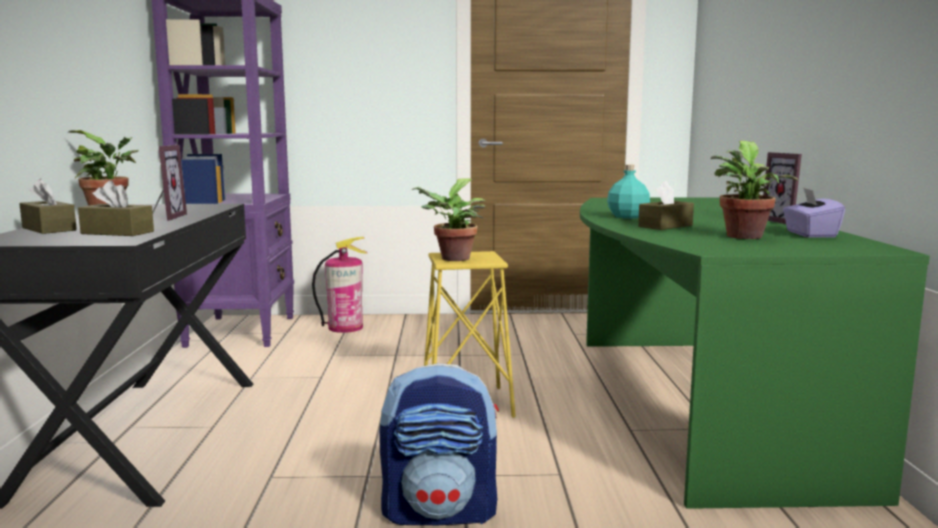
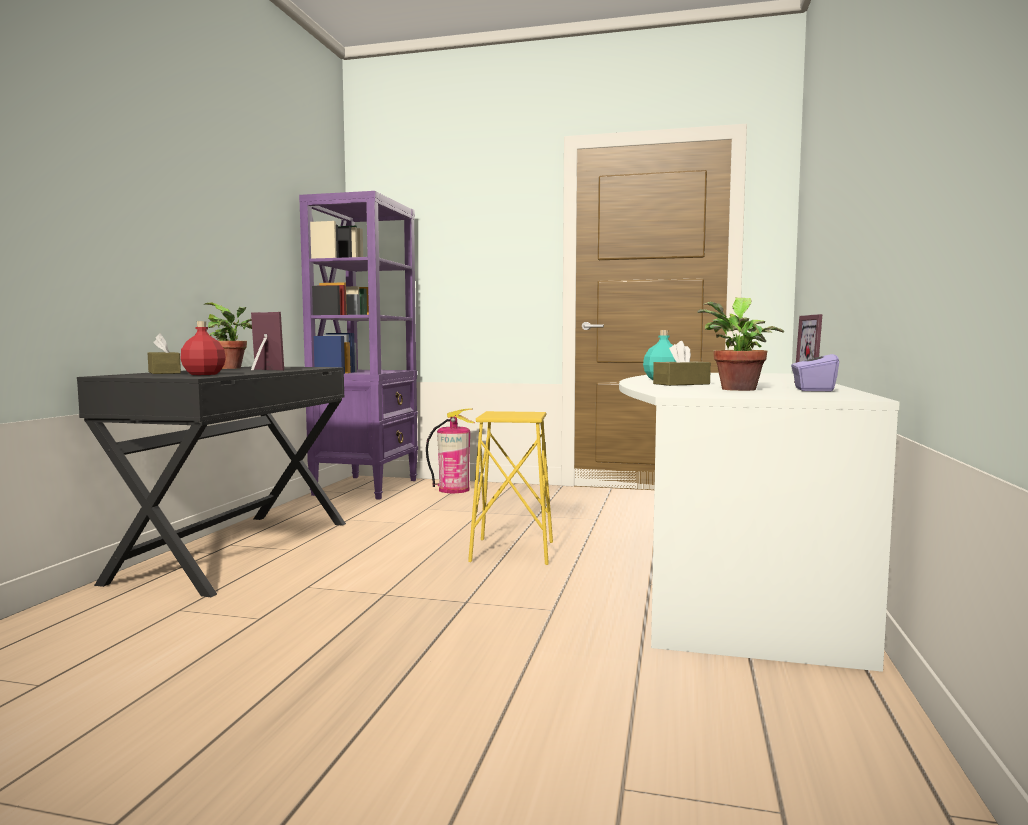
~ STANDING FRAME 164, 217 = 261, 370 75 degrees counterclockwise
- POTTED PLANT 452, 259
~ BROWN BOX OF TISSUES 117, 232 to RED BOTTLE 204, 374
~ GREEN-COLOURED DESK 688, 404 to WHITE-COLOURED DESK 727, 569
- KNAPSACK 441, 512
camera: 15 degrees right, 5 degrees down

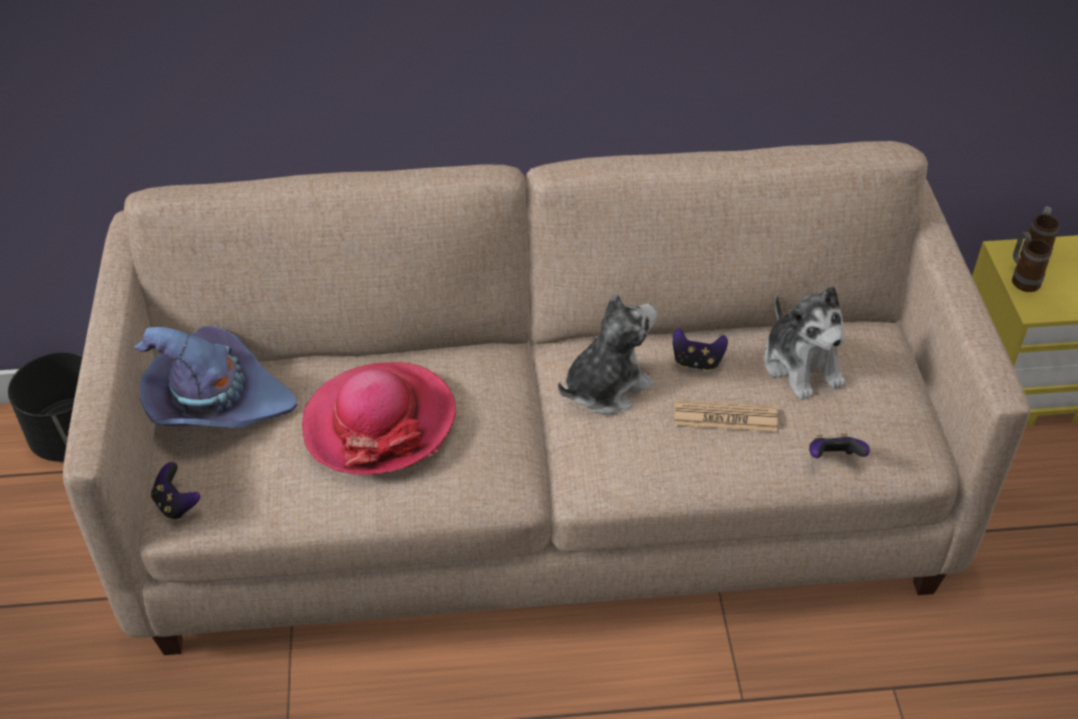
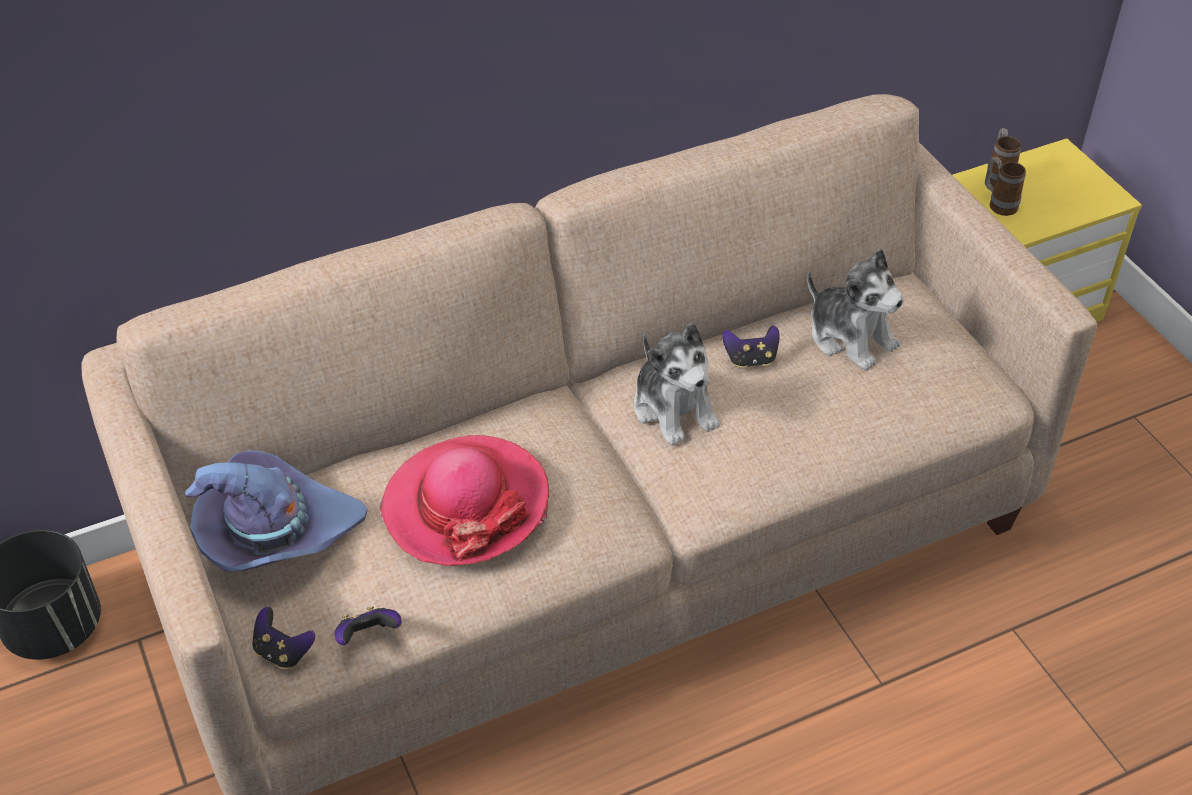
~ CUDDLY TOY 605, 388 = 674, 408 120 degrees clockwise
- NEWSPAPER 725, 417
~ GAMEPAD 833, 459 to 368, 636
camera: 20 degrees left, 0 degrees up

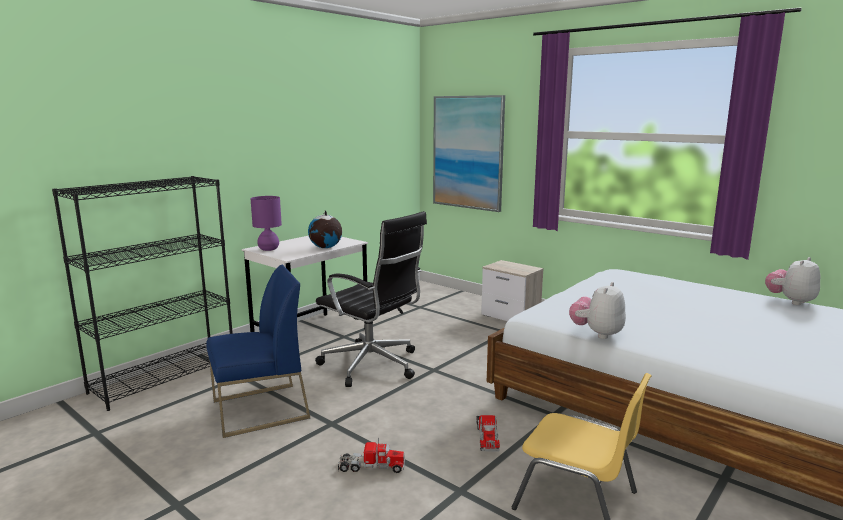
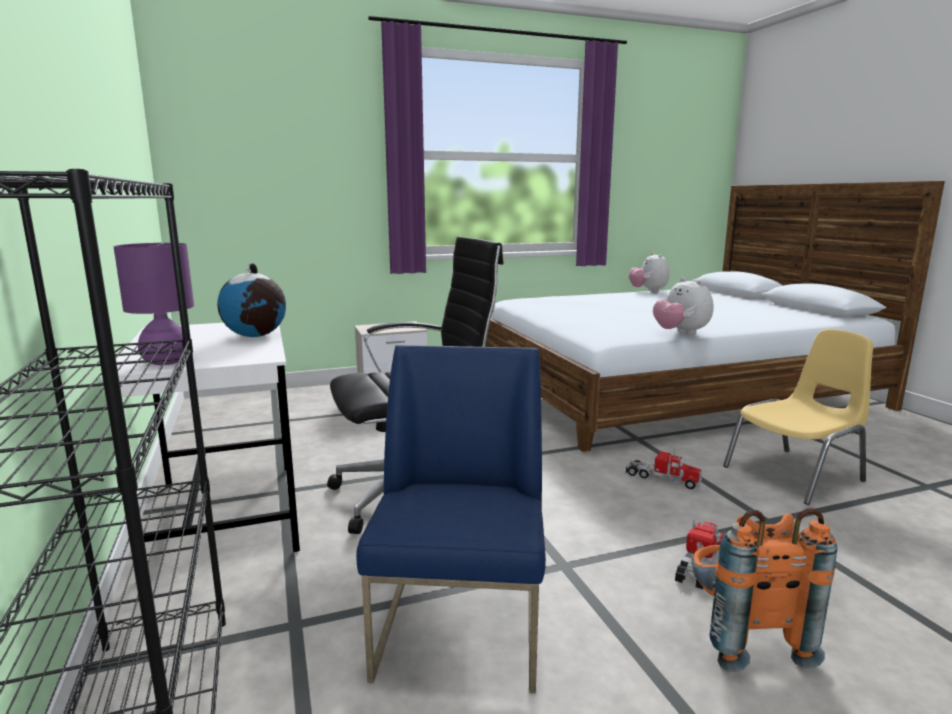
- WALL ART 468, 152
+ ORANGE-COLOURED KNAPSACK 742, 635
camera: 60 degrees left, 0 degrees up

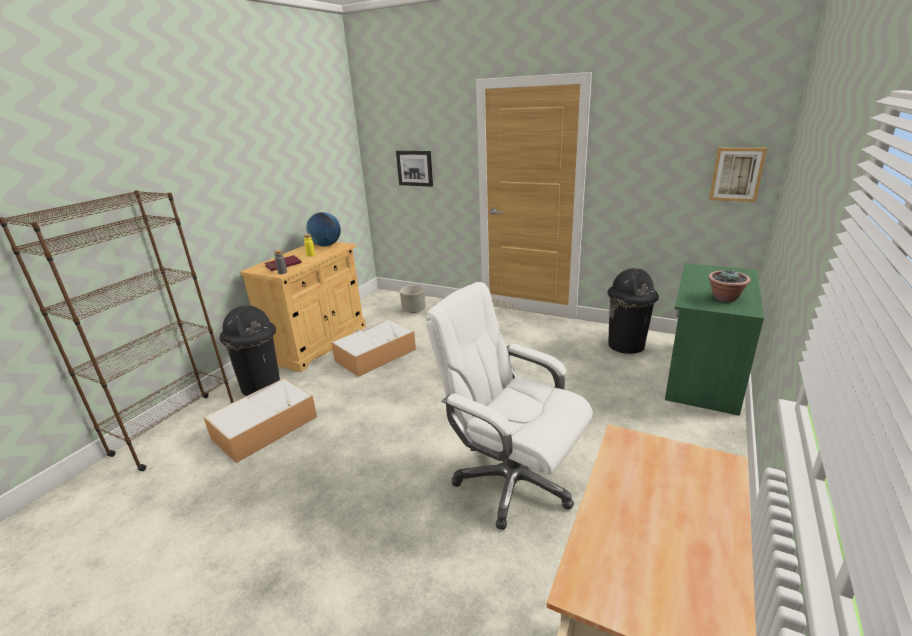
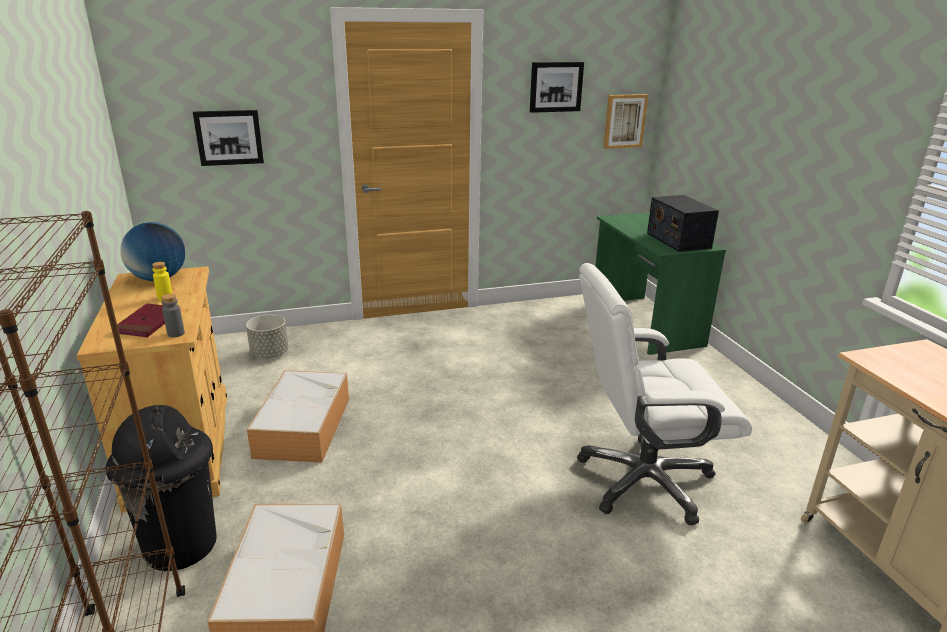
- BLACKISH RUBBISH BIN 626, 345
~ POTTED PLANT 725, 298 to RADIO SET 678, 240
+ WALL ART 555, 87
camera: 45 degrees left, 0 degrees up

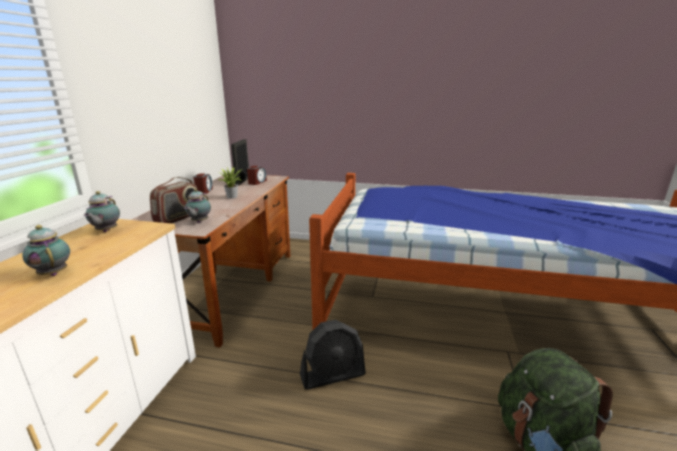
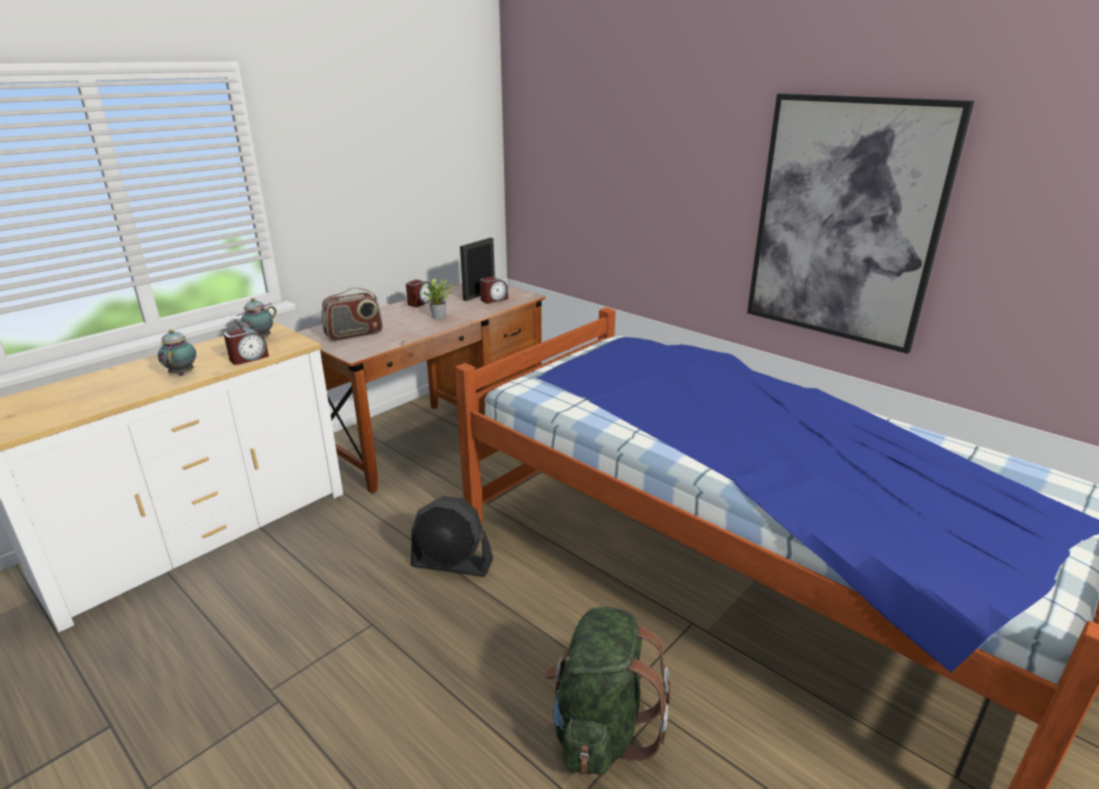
- TEAPOT 199, 222
+ WALL ART 845, 222
+ BEDSIDE CLOCK 248, 358
camera: 30 degrees right, 5 degrees up

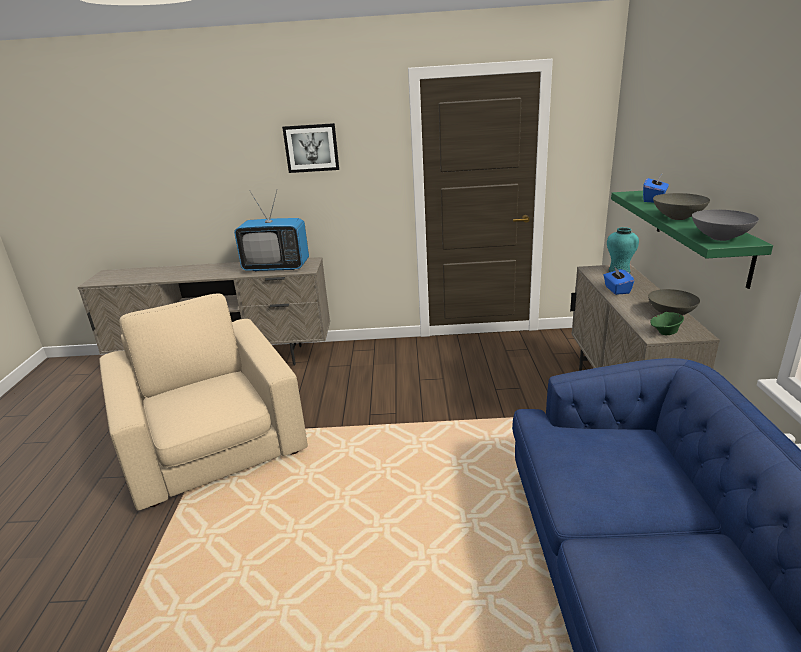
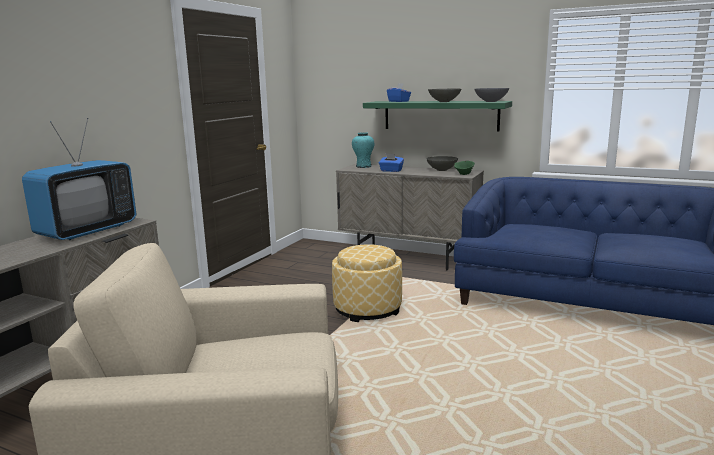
- WALL ART 311, 148
+ POUFFE 367, 309
camera: 65 degrees left, 10 degrees down

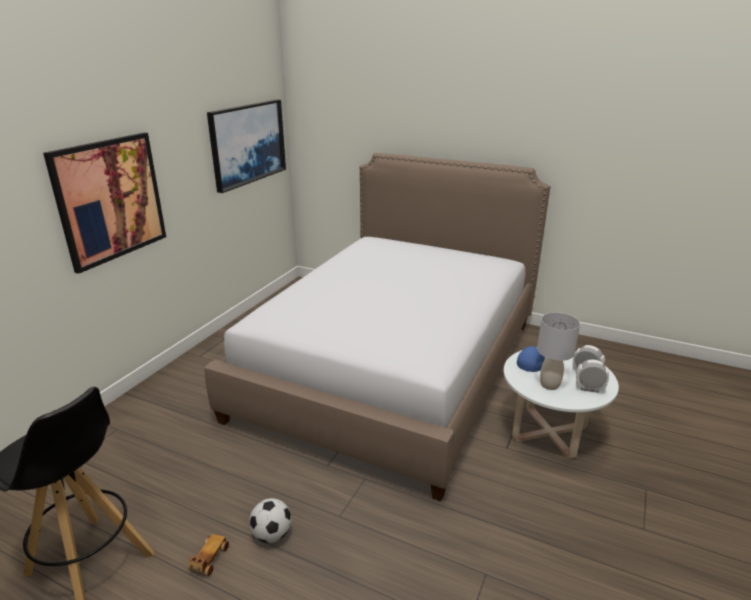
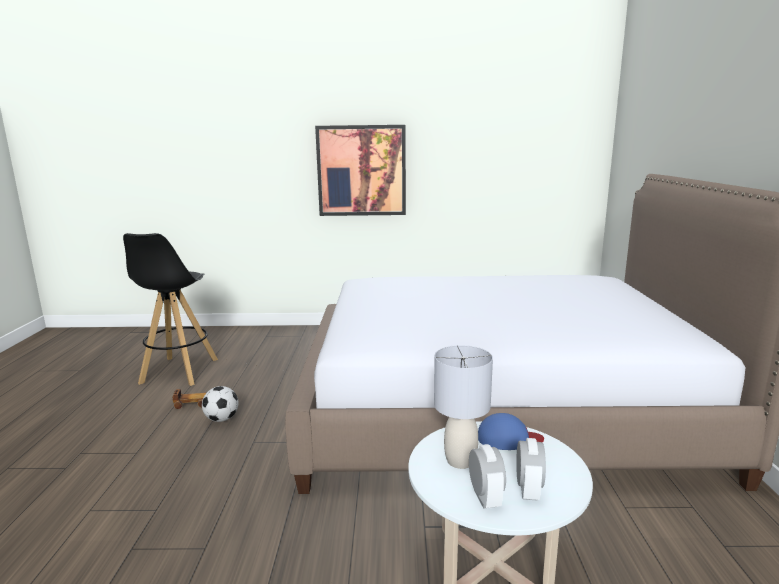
- WALL ART 247, 143
camera: 65 degrees right, 10 degrees down

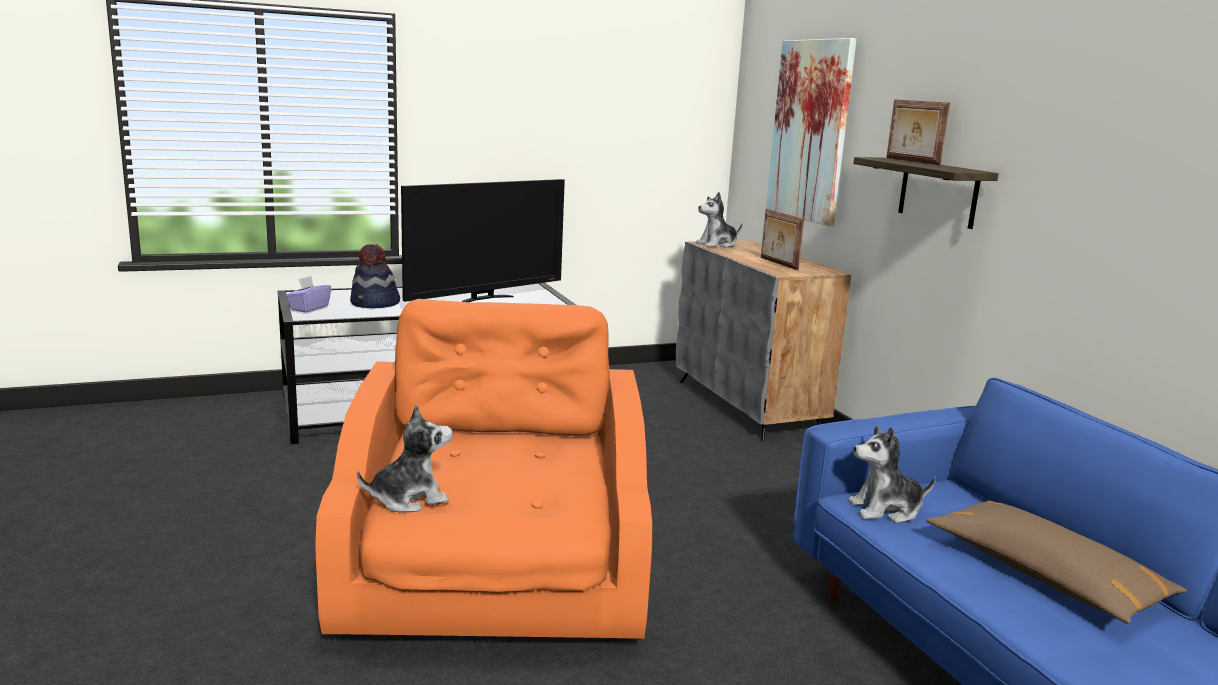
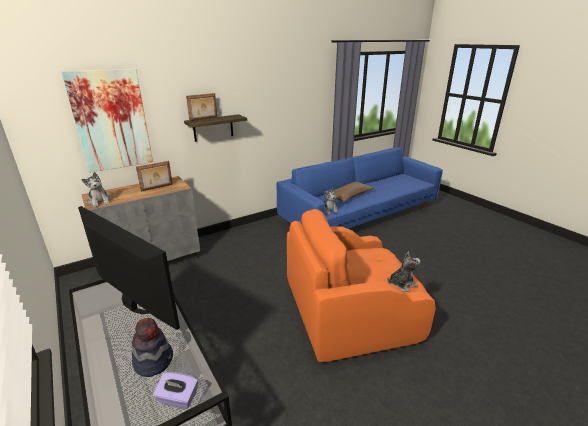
~ CUDDLY TOY 409, 499 = 401, 284 105 degrees clockwise
camera: 100 degrees left, 10 degrees up

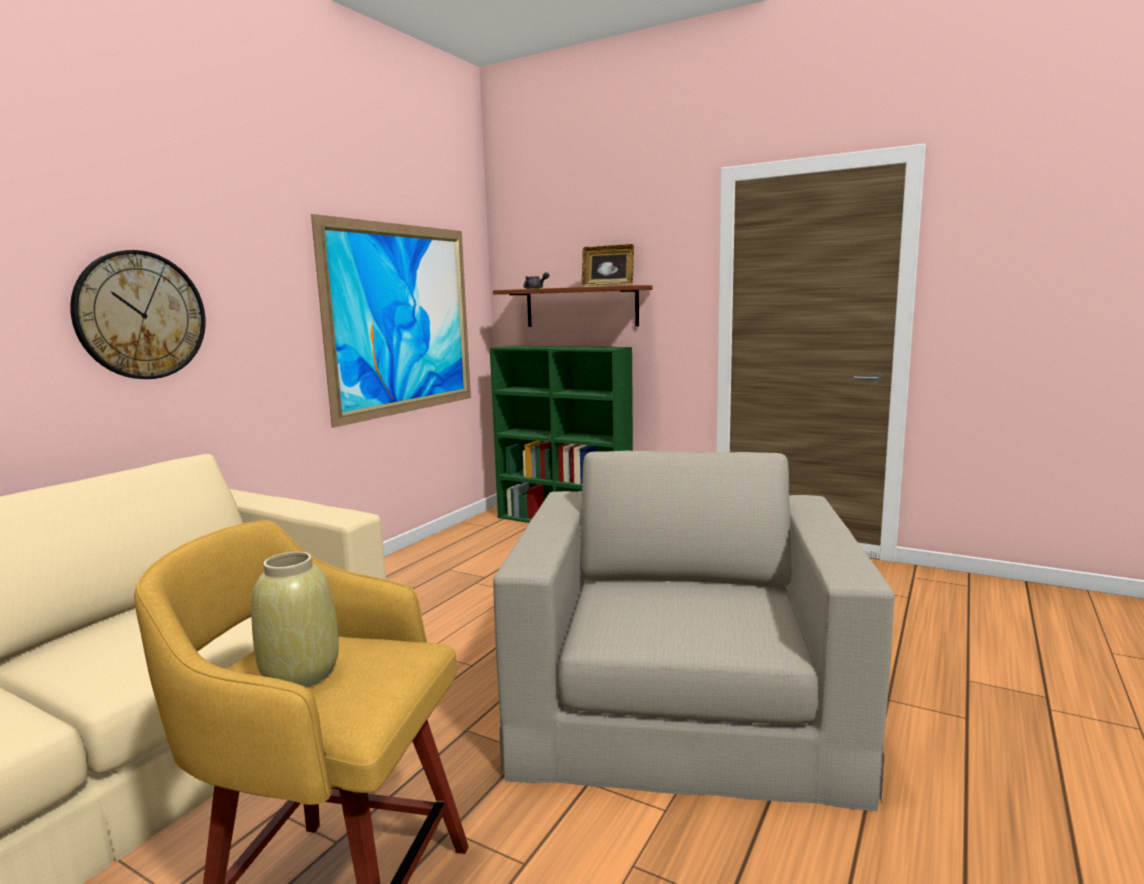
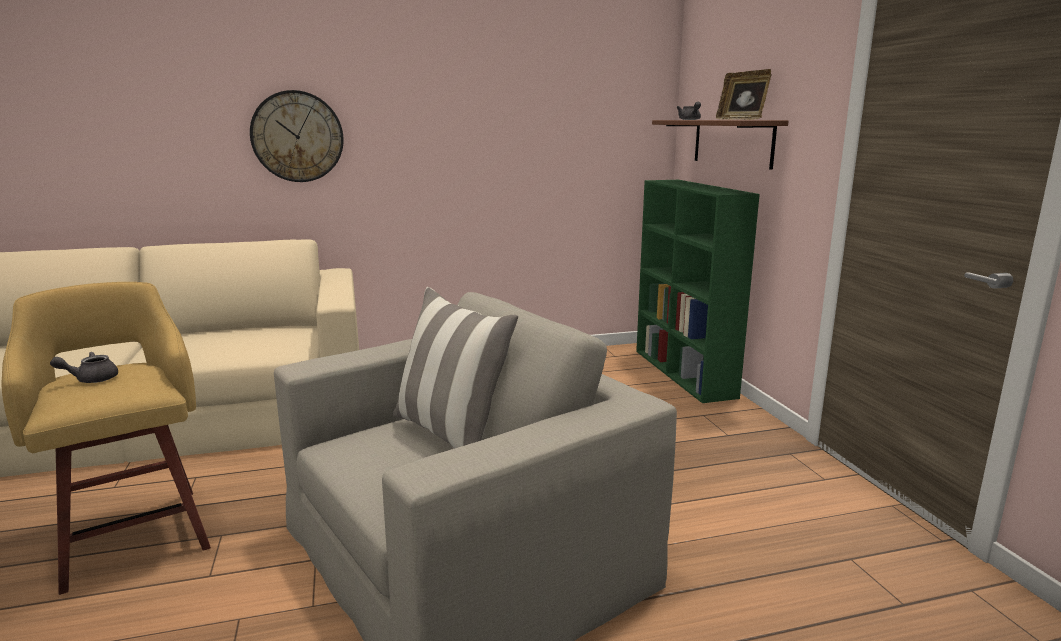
- WALL ART 402, 319
~ BEIGE DECORATIVE VASE 301, 674 to GREYISH TEAPOT 91, 379
+ PILLOW 452, 434
camera: 45 degrees right, 5 degrees up

